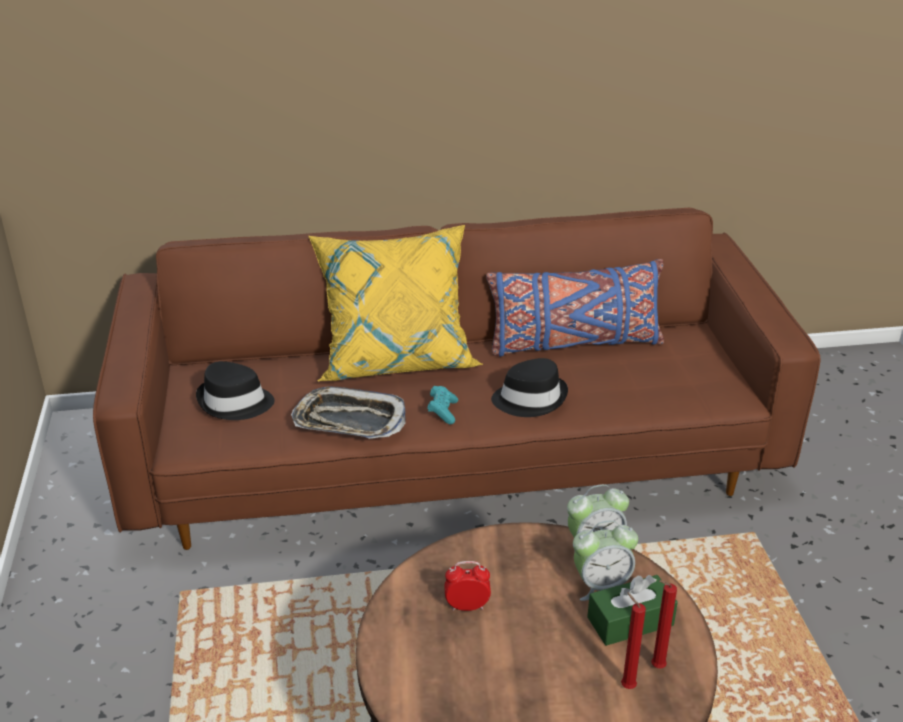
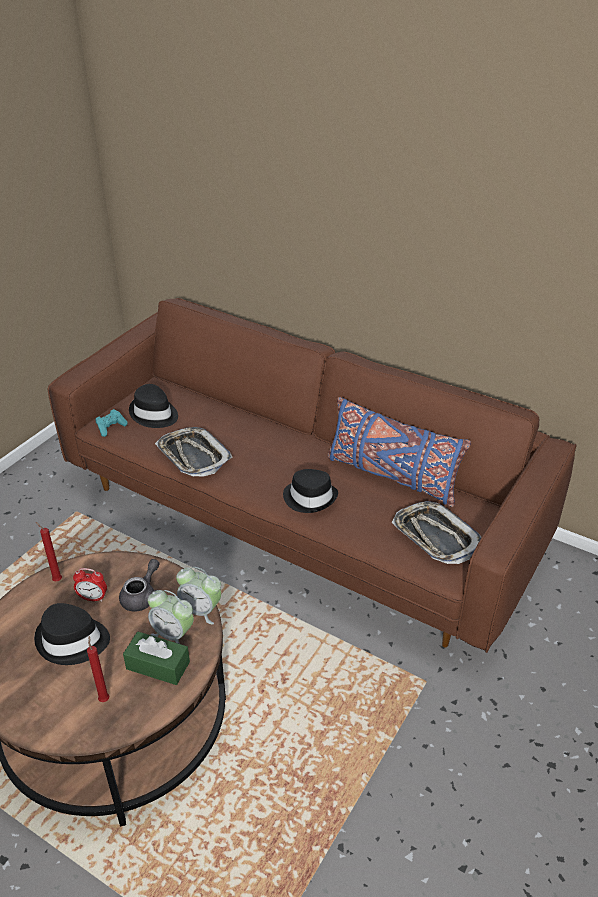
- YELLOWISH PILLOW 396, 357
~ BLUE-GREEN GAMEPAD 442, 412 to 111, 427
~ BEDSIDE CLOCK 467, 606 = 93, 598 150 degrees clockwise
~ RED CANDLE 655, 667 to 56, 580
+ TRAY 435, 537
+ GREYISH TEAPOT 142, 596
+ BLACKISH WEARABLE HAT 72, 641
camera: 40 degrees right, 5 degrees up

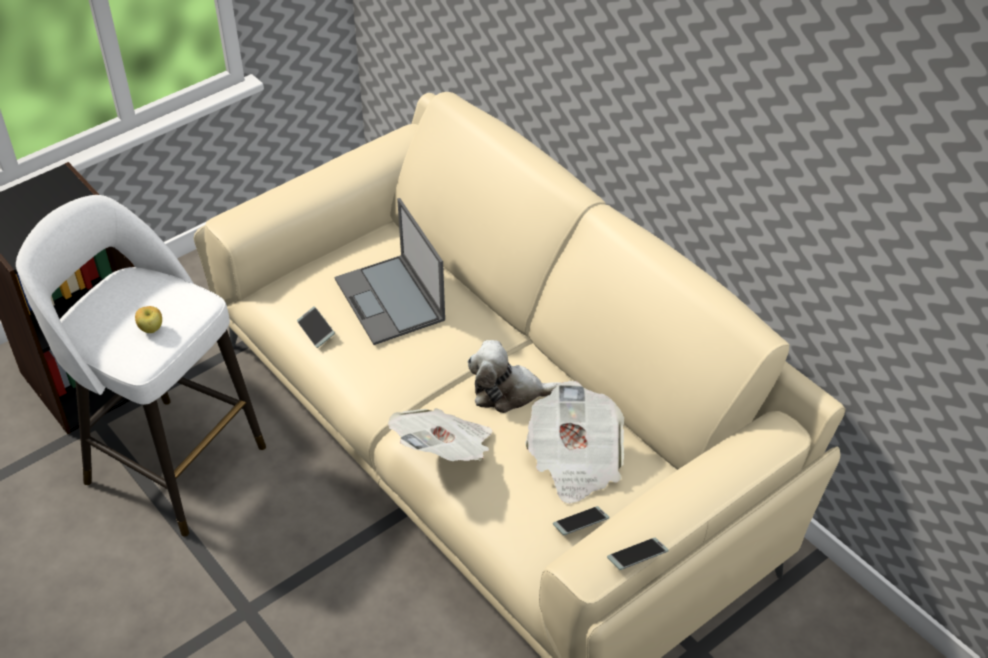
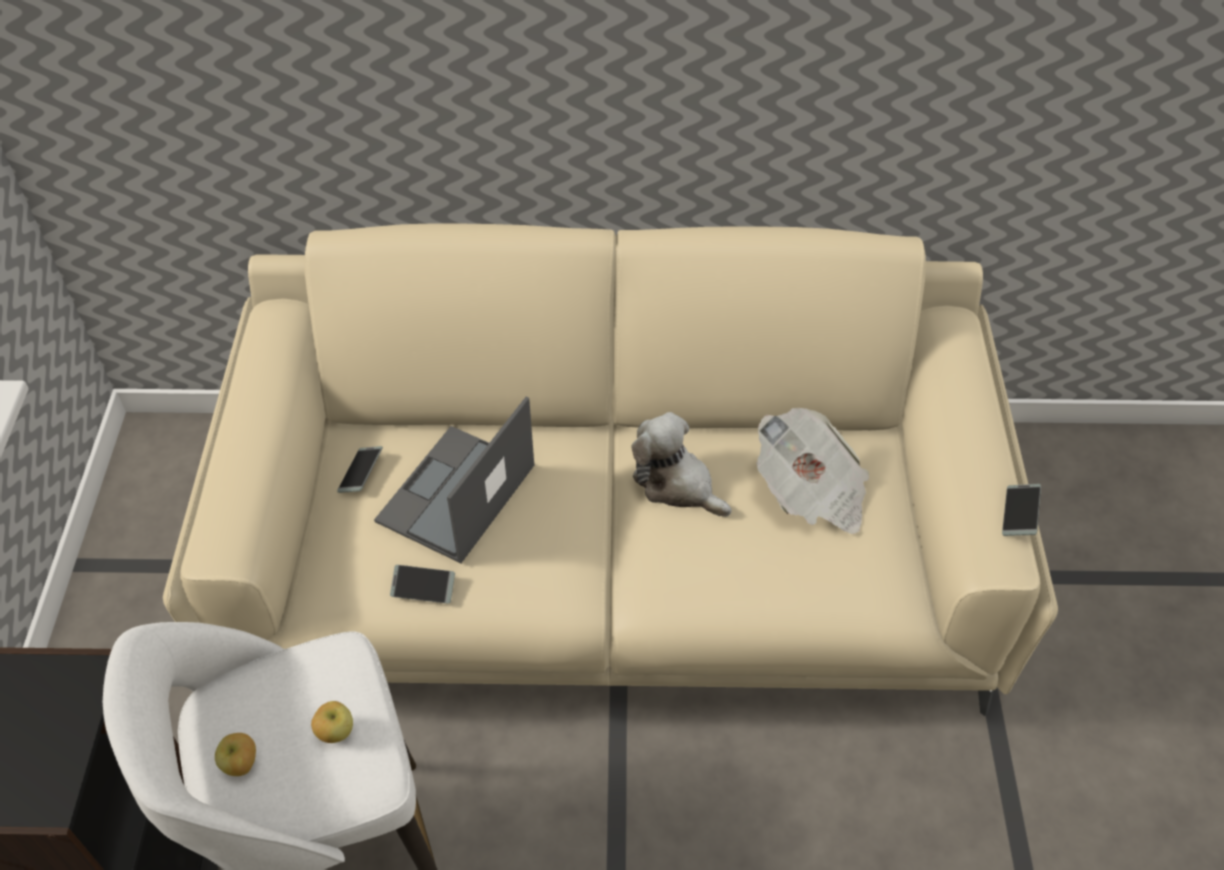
~ NOTEBOOK COMPUTER 390, 300 = 456, 495 105 degrees clockwise
~ CUDDLY TOY 509, 392 = 677, 484 90 degrees clockwise
- NEWSPAPER 445, 451
~ TELEPHONE 580, 524 to 361, 473
+ APPLE 241, 764
camera: 50 degrees left, 5 degrees up

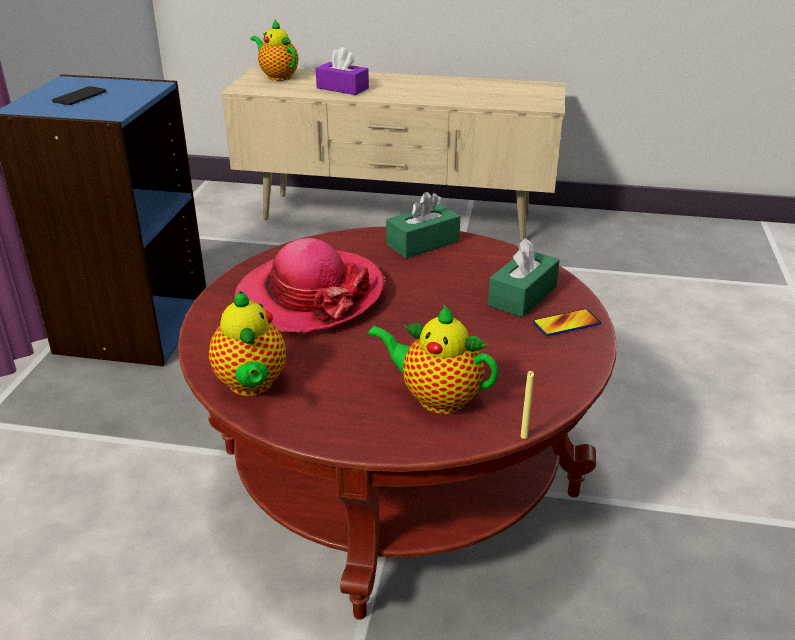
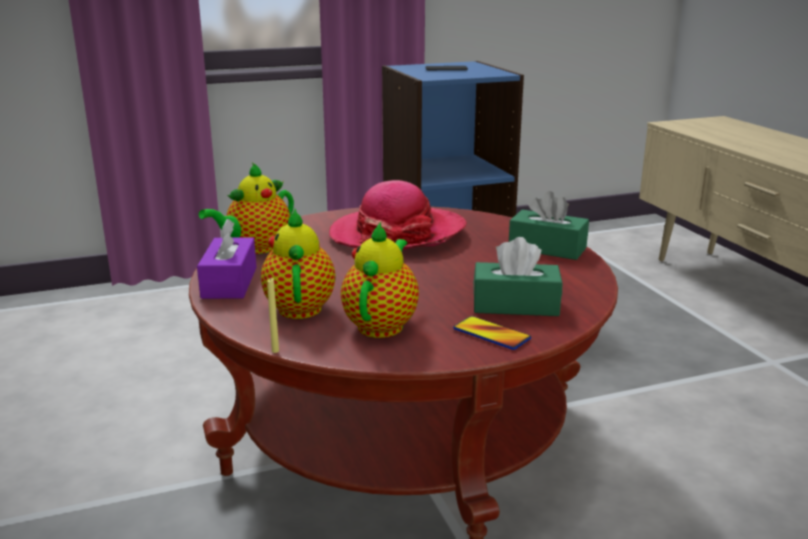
~ TEAPOT 277, 76 to 382, 324
~ PURPLE BOX OF TISSUES 342, 88 to 229, 282
camera: 60 degrees right, 10 degrees down

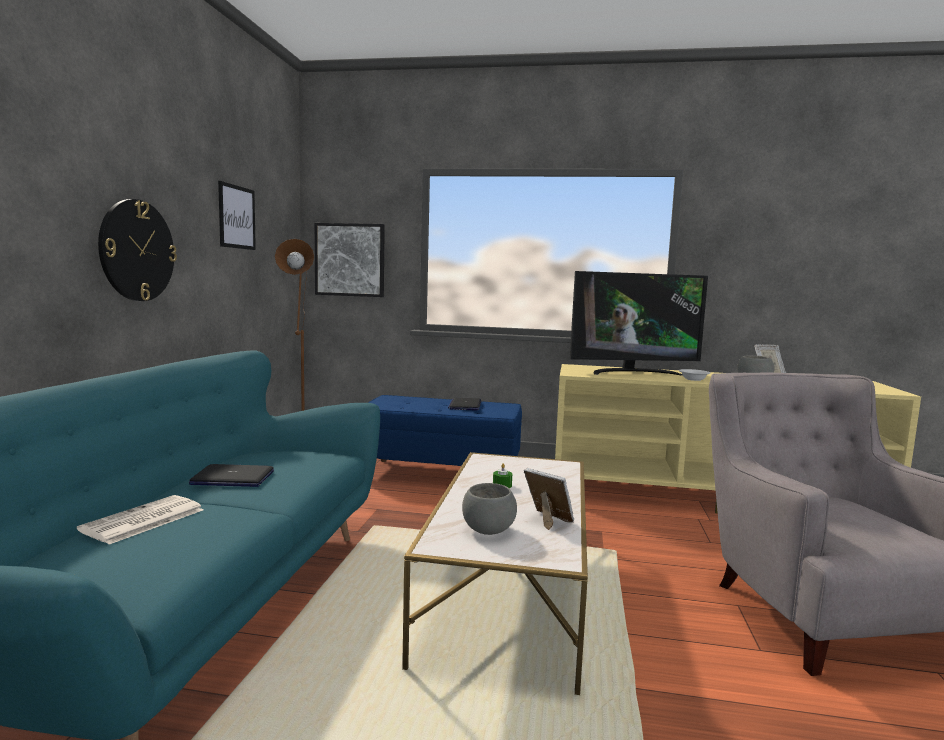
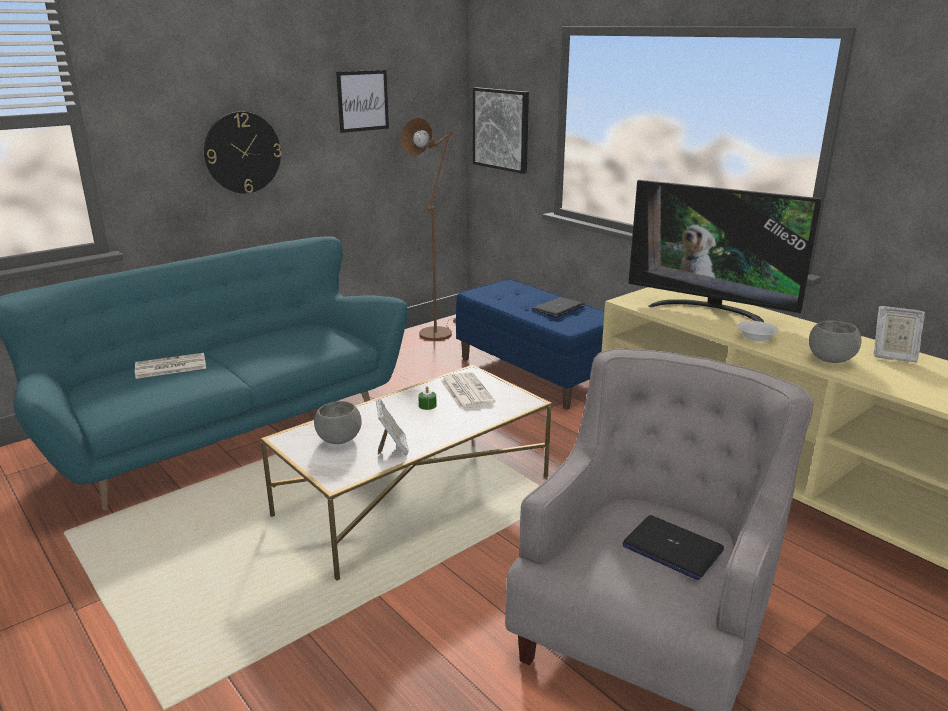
~ NOTEBOOK COMPUTER 232, 478 to 671, 548
+ NEWSPAPER 466, 391
camera: 40 degrees right, 15 degrees up

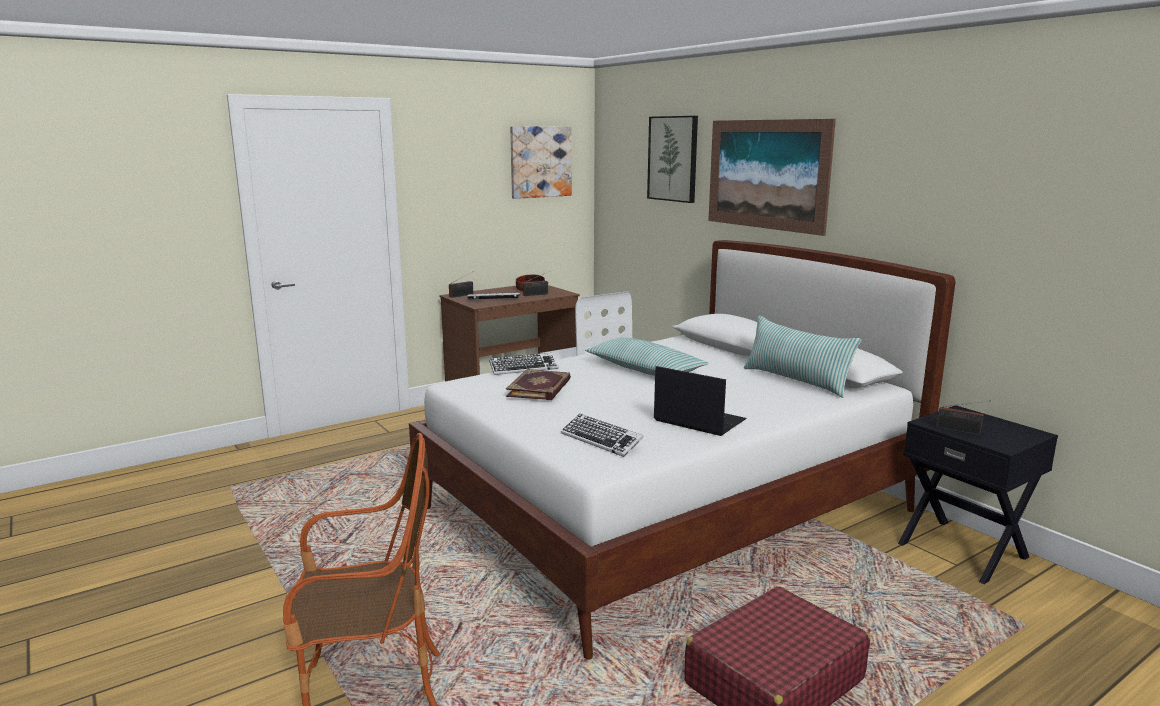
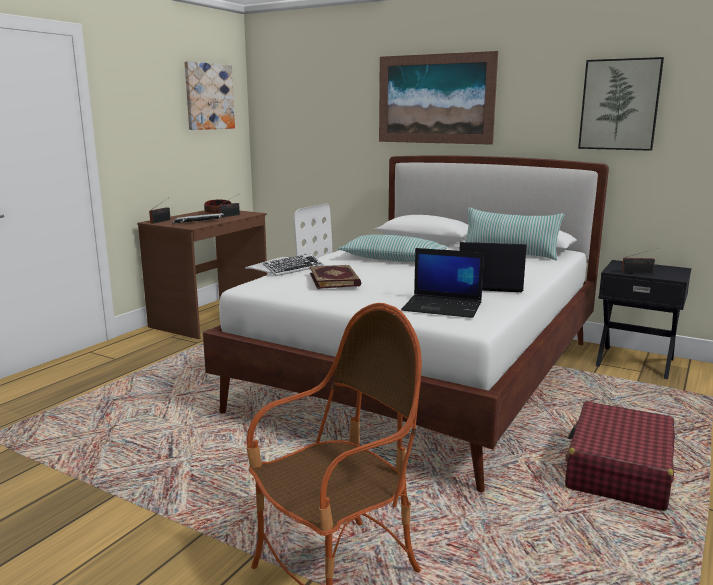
~ WALL ART 673, 158 to 619, 105
~ KEYBOARD 601, 440 to NOTEBOOK COMPUTER 443, 307
camera: 25 degrees left, 0 degrees up

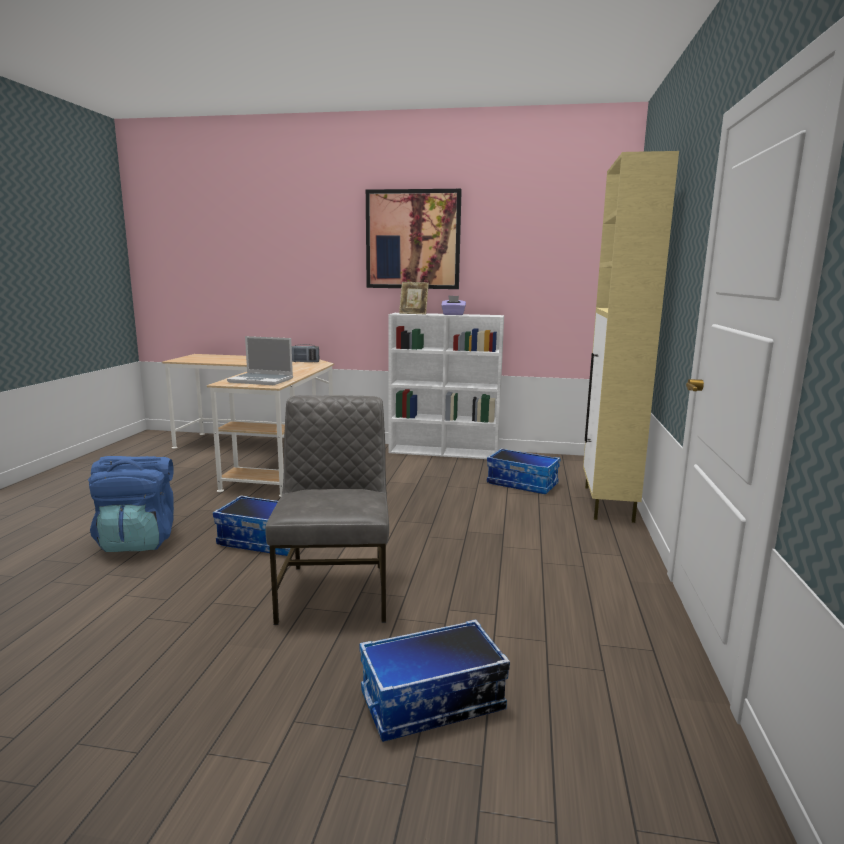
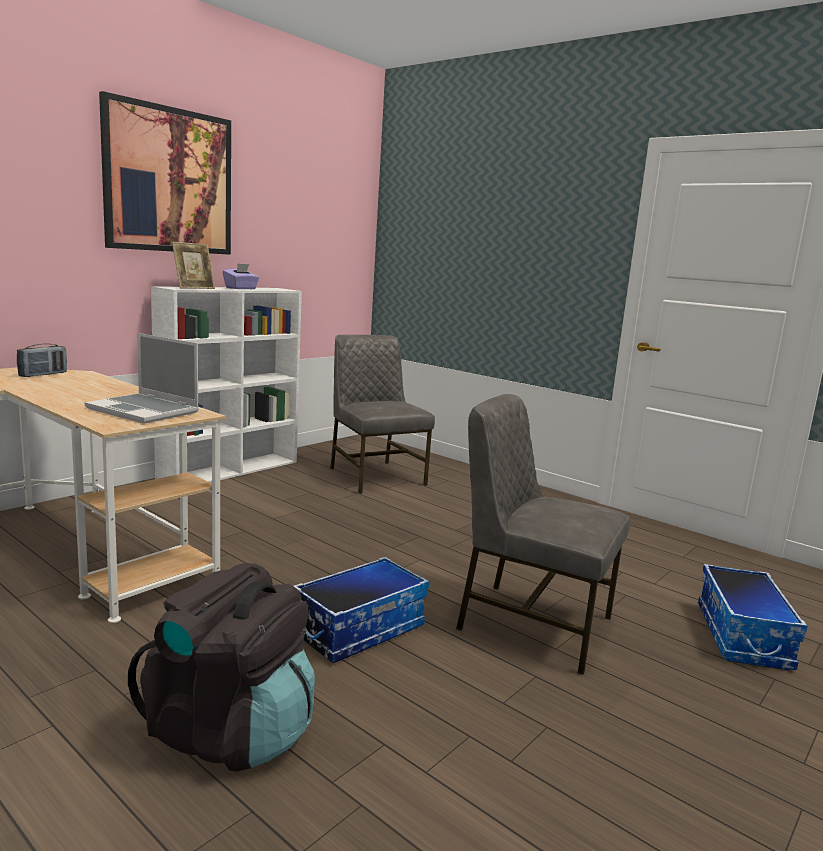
- BEIGE STORAGE CABINET 608, 504
~ NOTEBOOK COMPUTER 262, 380 = 145, 410 75 degrees clockwise
~ STORAGE BOX 523, 483 to GREYISH CHAIR 375, 476
~ BLUE-COLOURED KNAPSACK 138, 541 to BLACKISH KNAPSACK 230, 731
camera: 60 degrees left, 0 degrees up

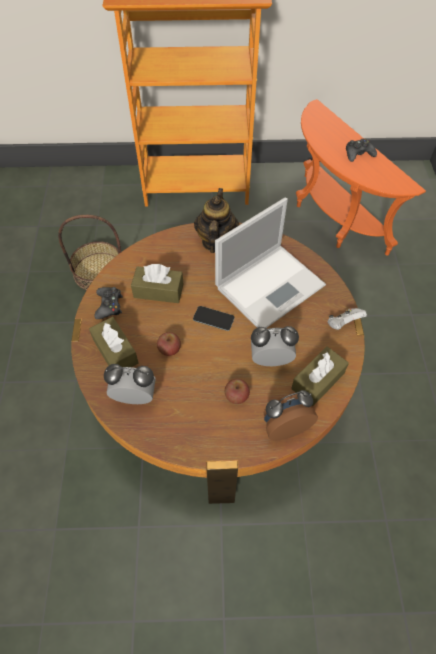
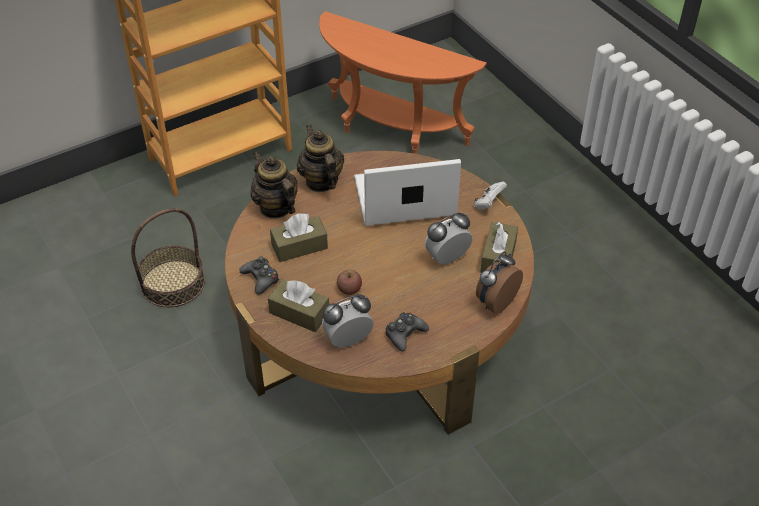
~ BLACKISH GAMEPAD 358, 154 to 405, 334
~ NOTEBOOK COMPUTER 271, 285 = 402, 198 120 degrees counterclockwise
- TELEPHONE 213, 318
- APPLE 236, 396
+ TEAPOT 275, 207
camera: 30 degrees left, 10 degrees down

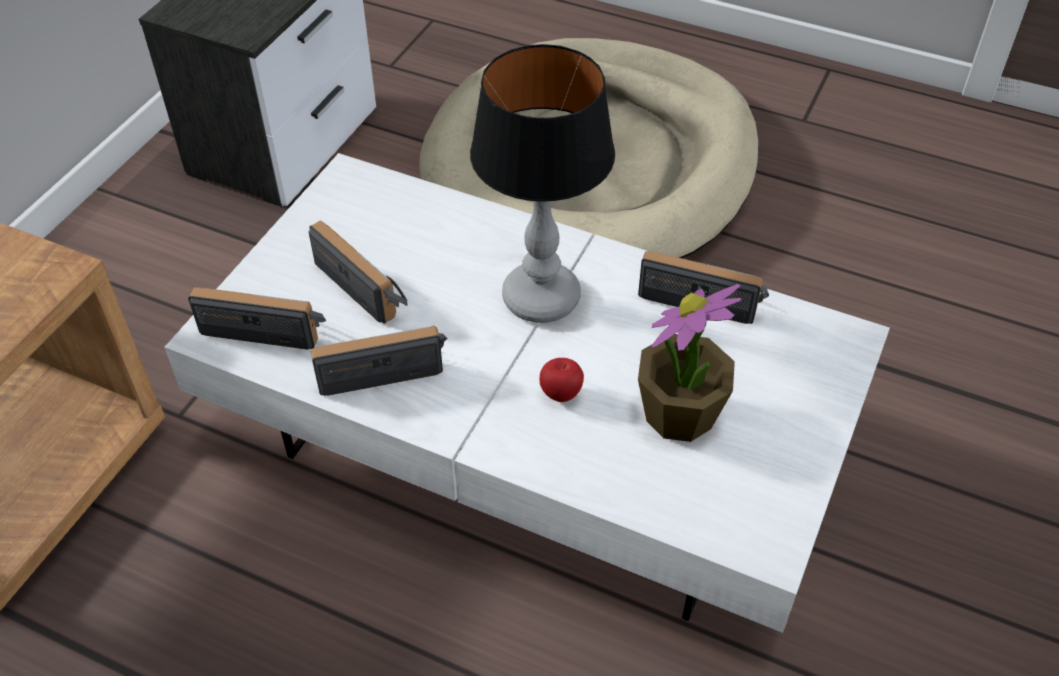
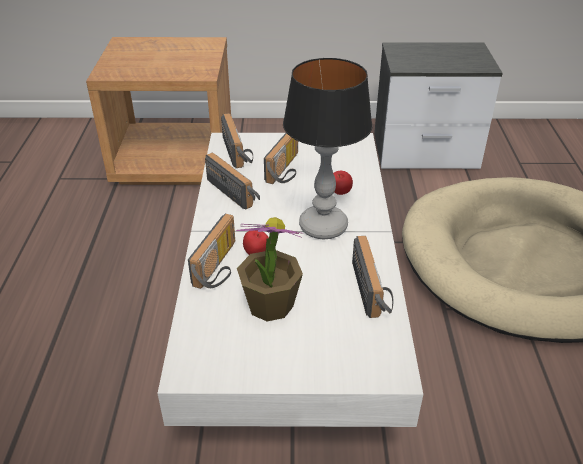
+ APPLE 339, 193
+ RADIO SET 220, 267
camera: 65 degrees right, 10 degrees down

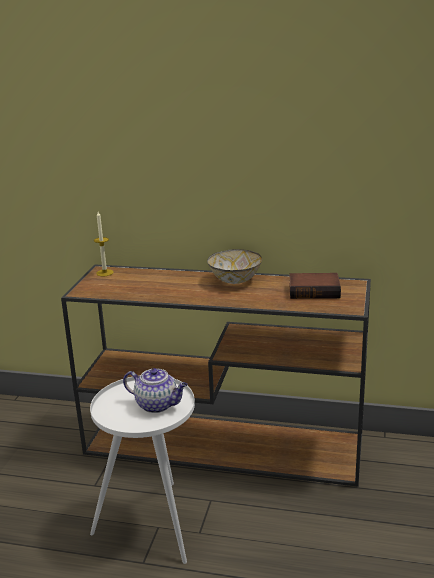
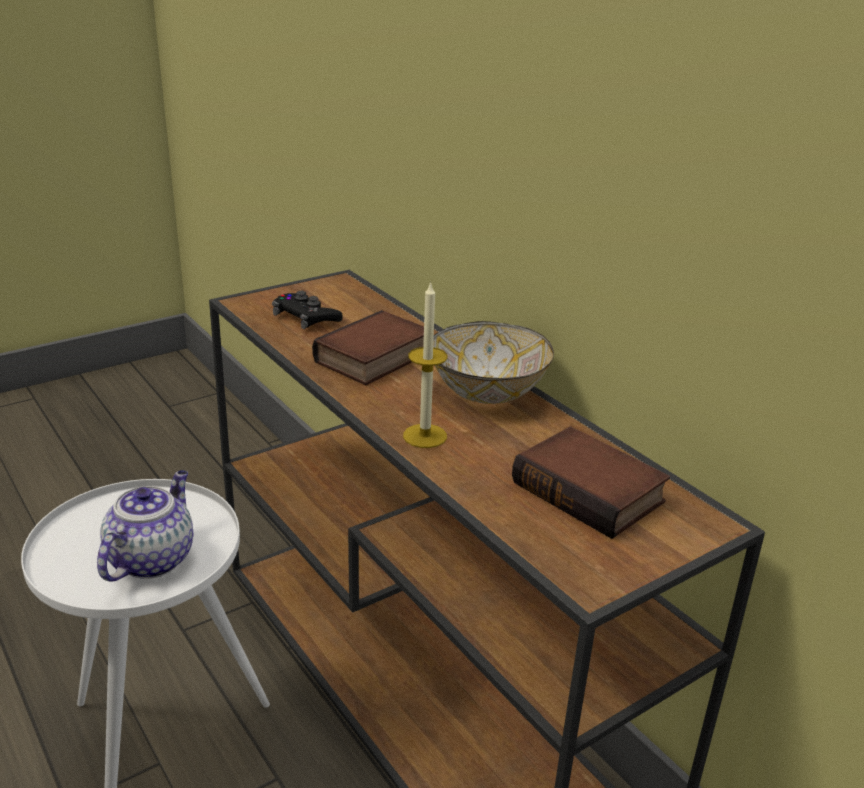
~ CANDLE 105, 273 to 425, 436
~ TEAPOT 158, 405 = 151, 558 135 degrees counterclockwise
+ BLACKISH GAMEPAD 306, 318
+ BOUND BOOK 375, 359
camera: 40 degrees right, 5 degrees up

